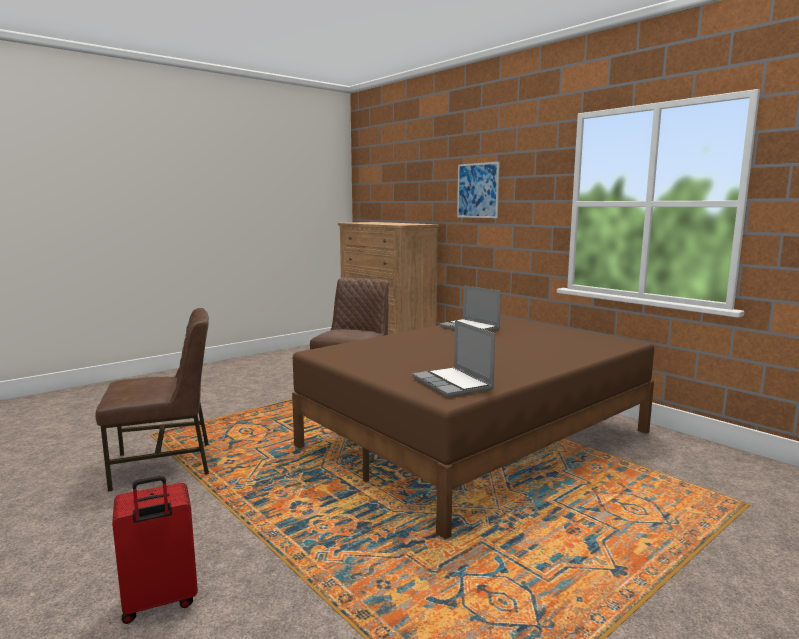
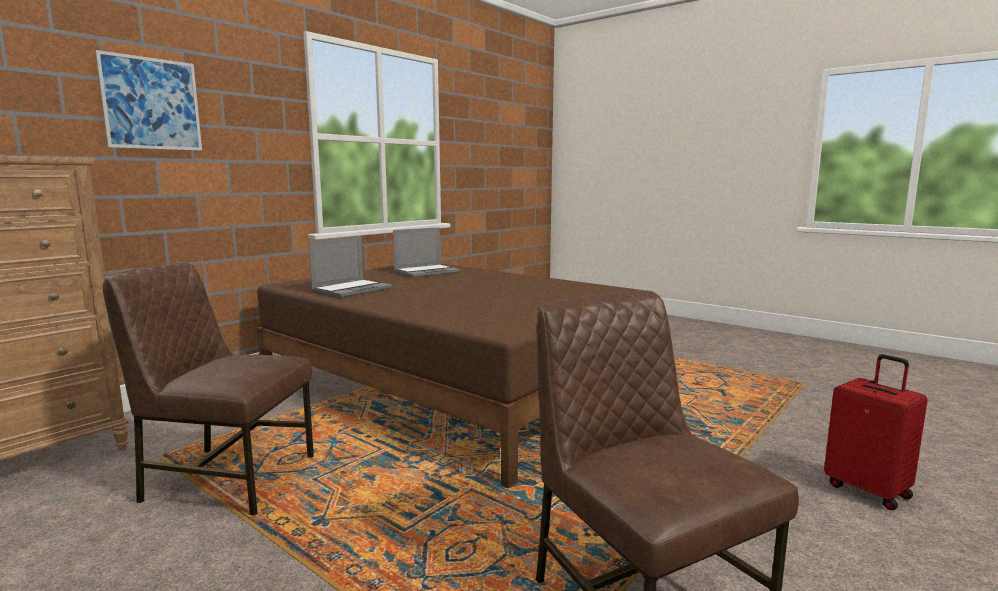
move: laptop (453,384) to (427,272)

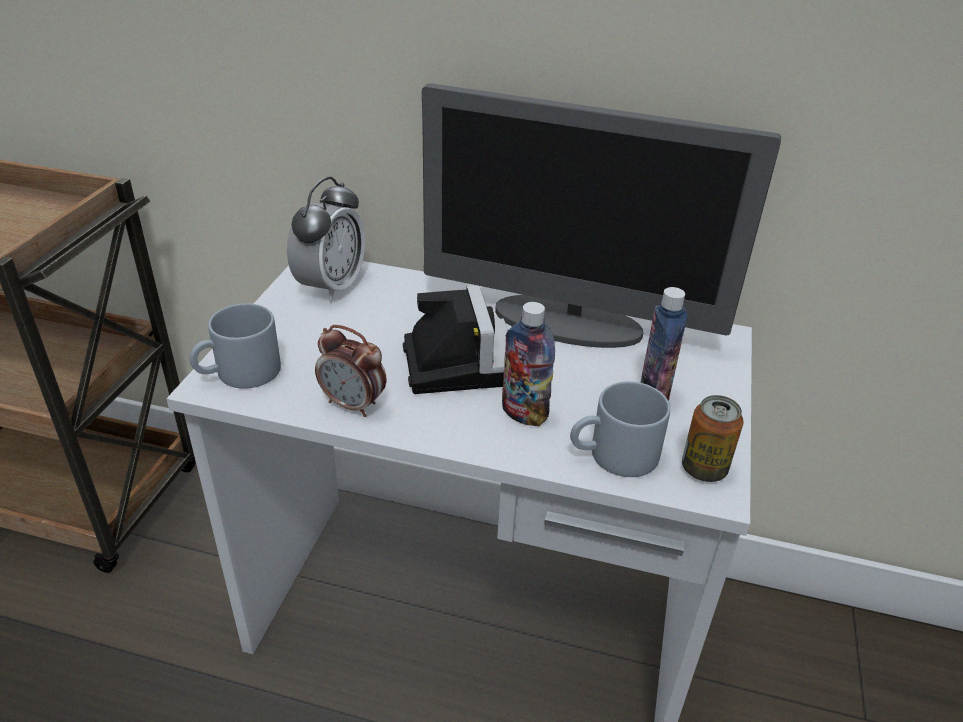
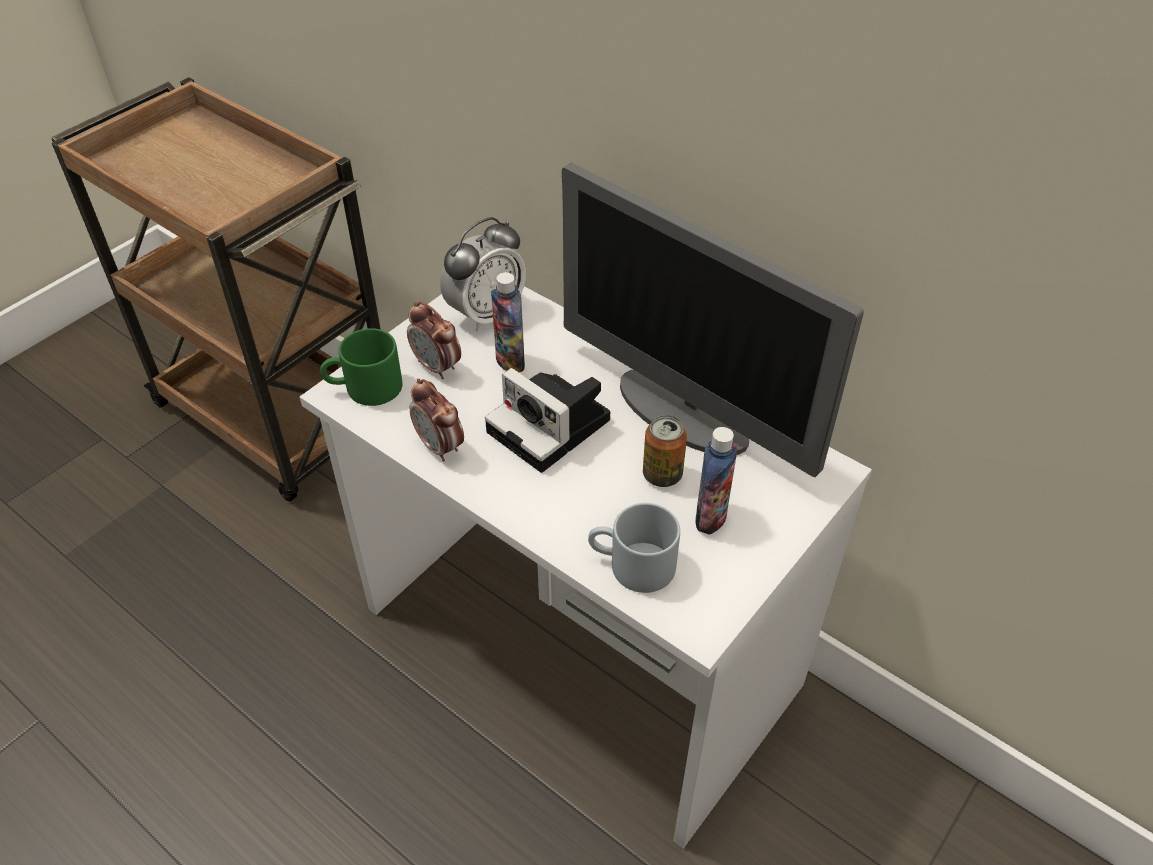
insert: alarm clock (437,367)
move: bottle (524,413) to (510,361); can (704,469) to (662,475)
recolor: grey mug (239,374) to green mug (364,389)
rotate: photo camera (457,361) = (553,427) 120 degrees clockwise

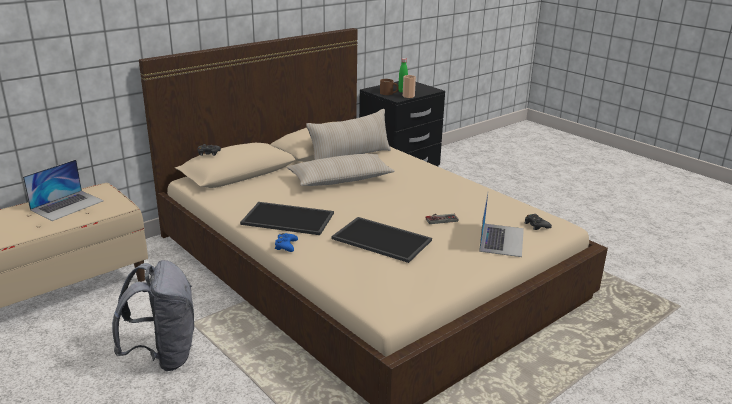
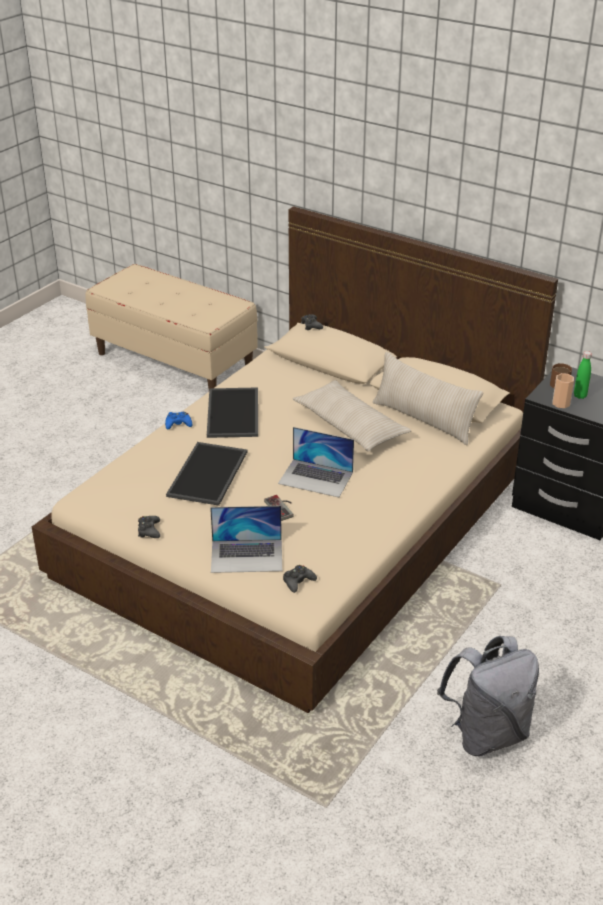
insert: black game controller (149,530)
move: laptop (67,205) to (316,478); grey backpack (163,355) to (486,733)

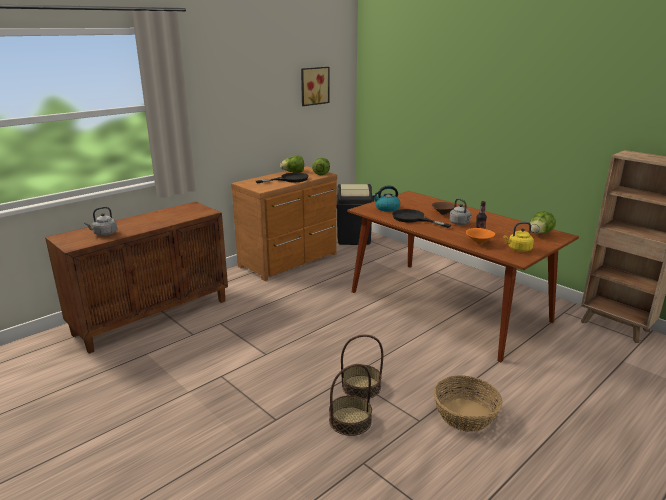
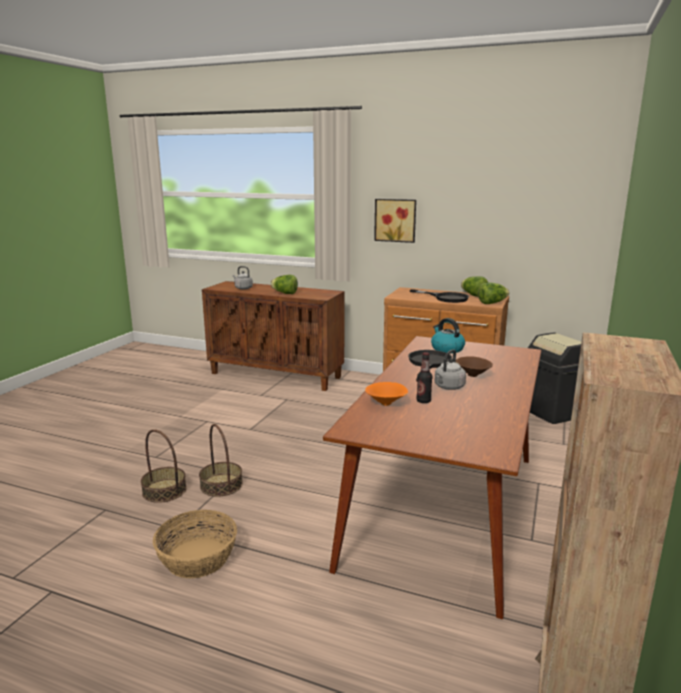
delete: yellow kettle (518,249)
move: picture (313,86) to (395,220); lettuce (539,234) to (285,293)

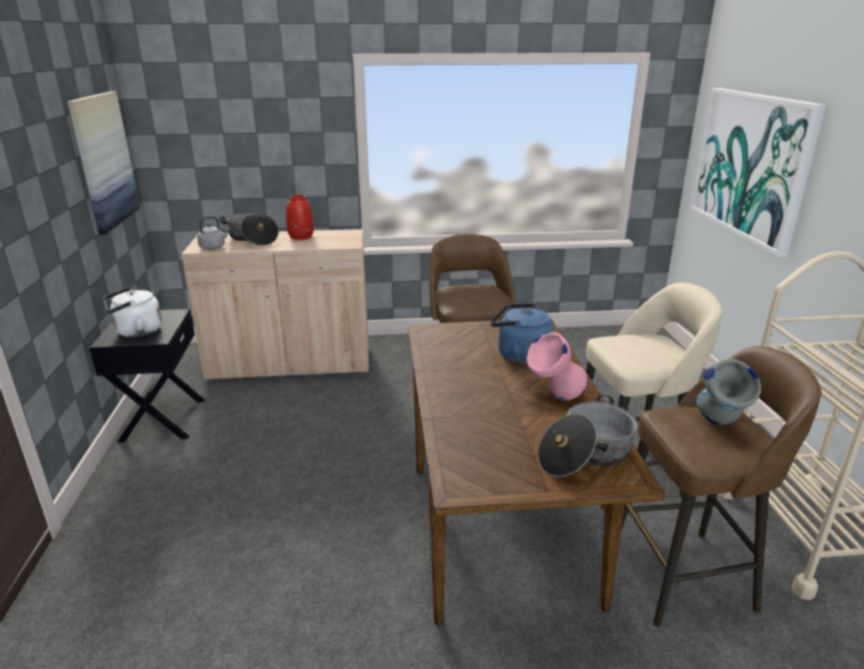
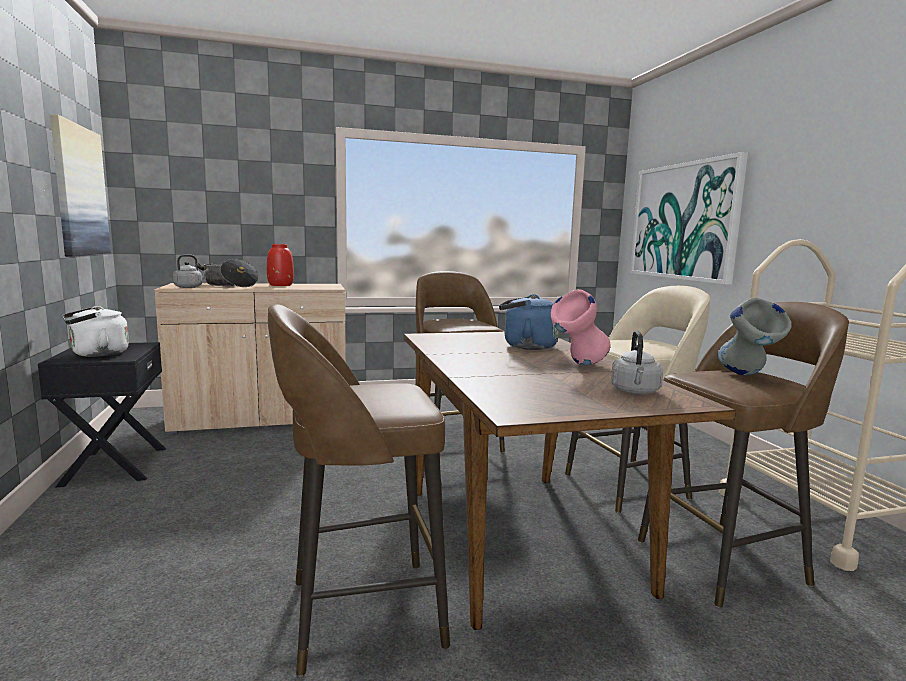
insert: brown stool (360,613)
replace: cooking pot (585,455) to grey kettle (635,392)

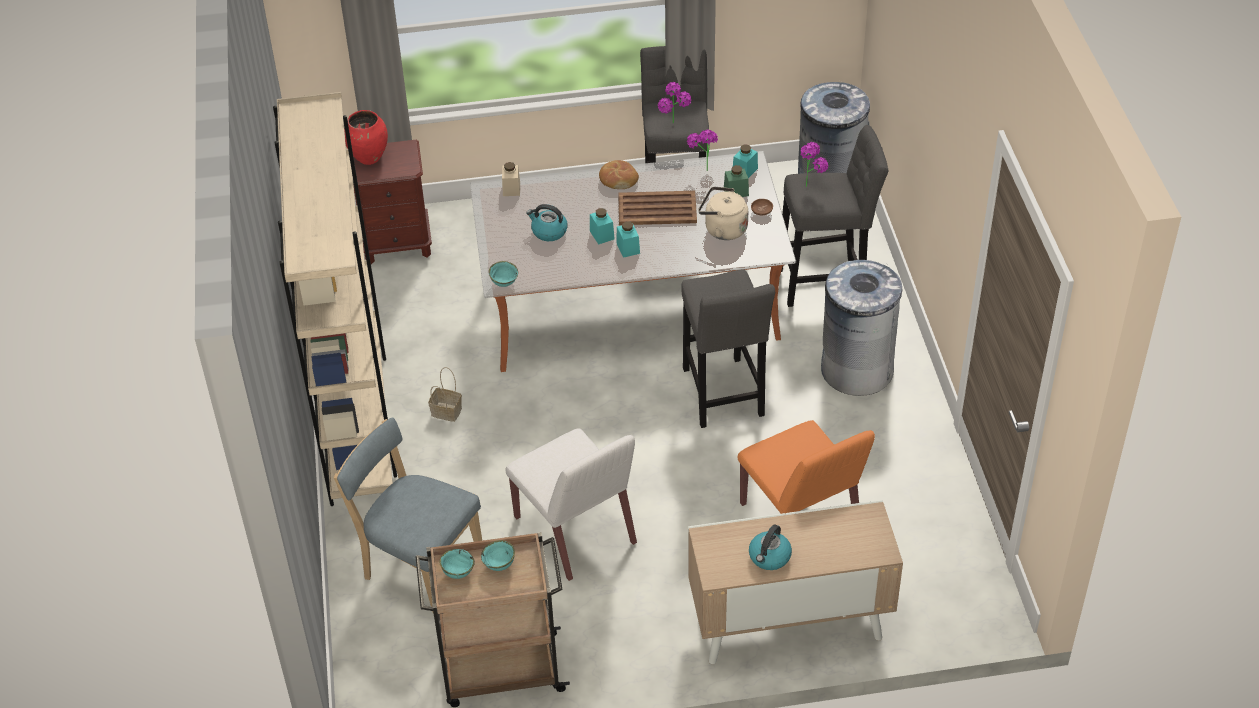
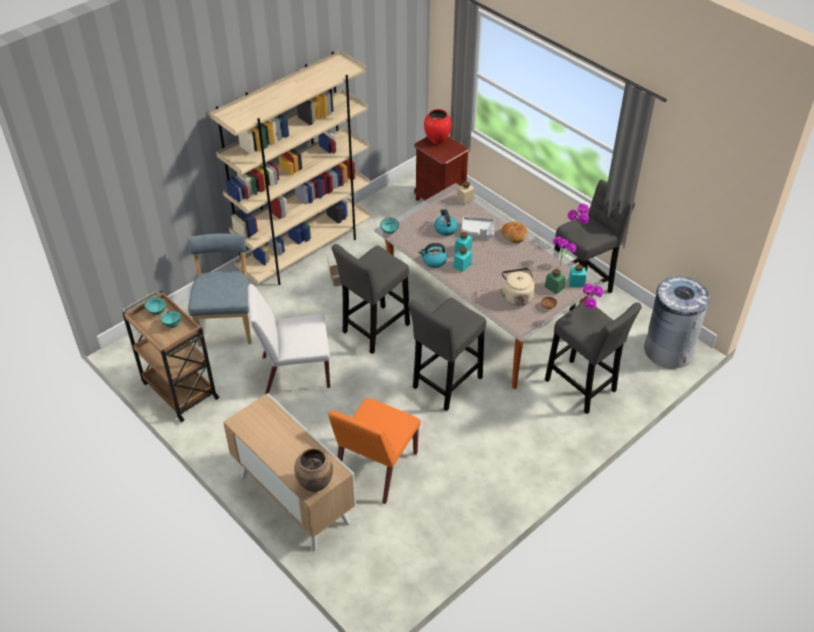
delete: brown tray (658,209); grey trash can (856,369)
insert: brown vase (315,484); grey stool (373,330); grey tray (478,231)
move: kettle (769,557) to (434,261)
rotate: white chair (576,531) = (294,372) 60 degrees clockwise

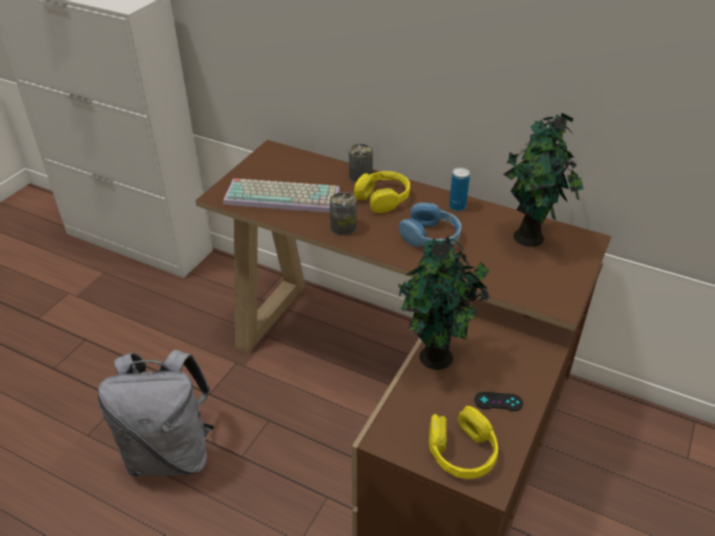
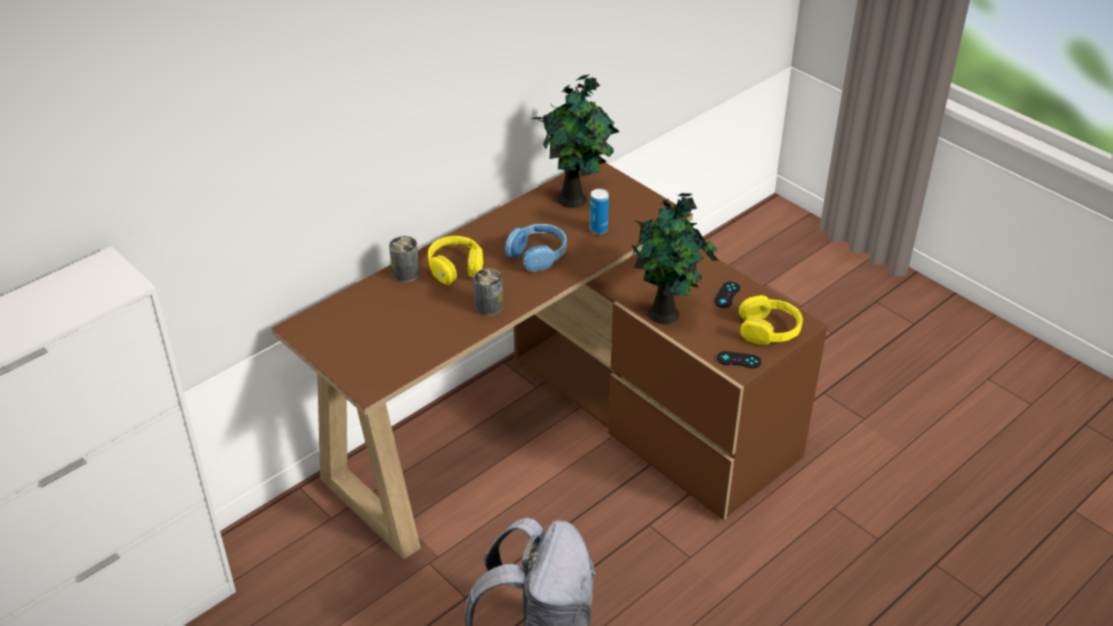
delete: keyboard (284,196)
insert: black game controller (738,360)
move: can (457,207) to (598,229)

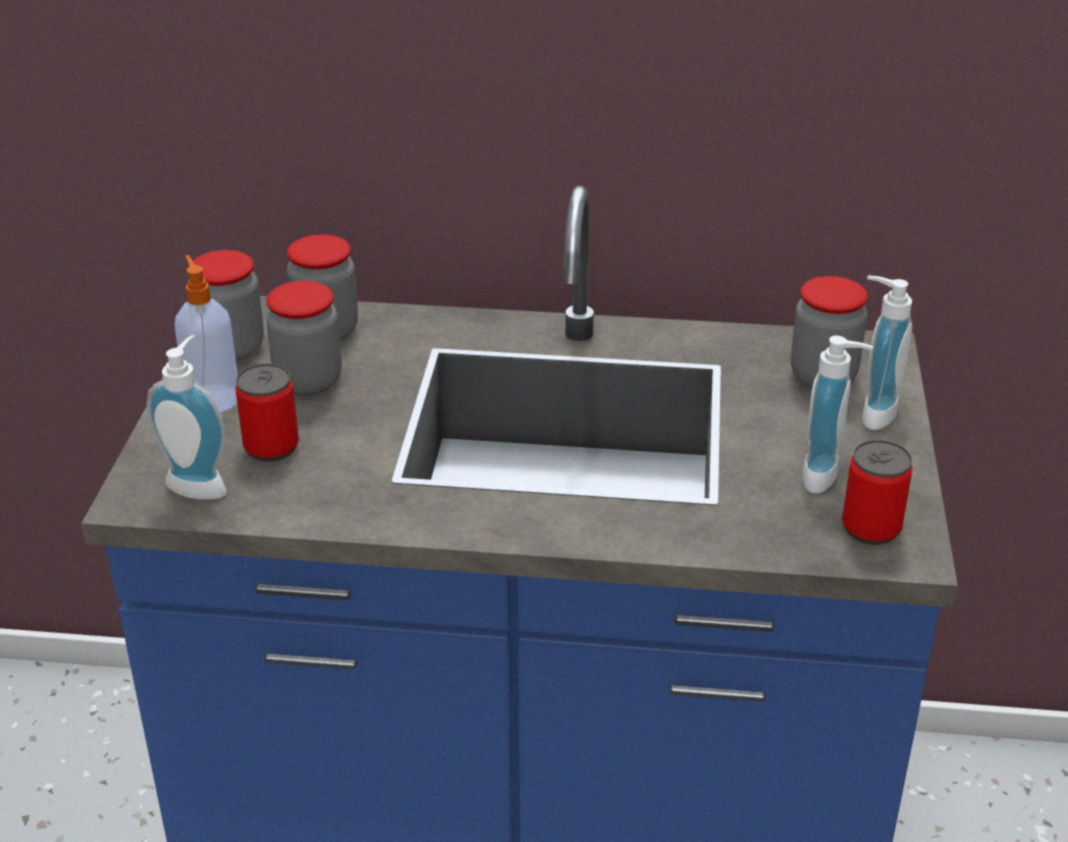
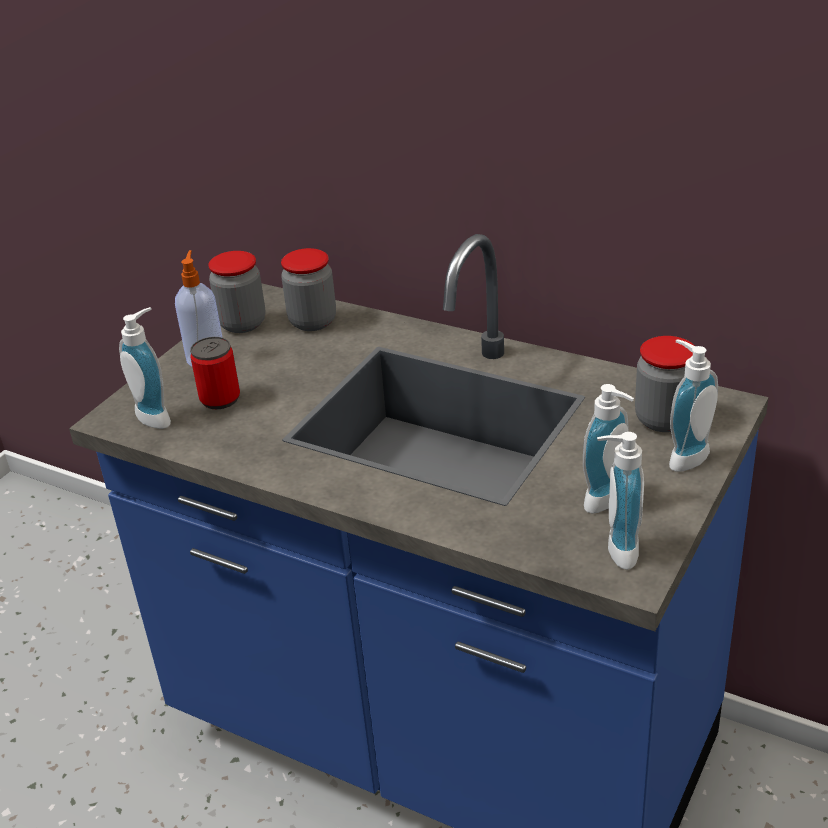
delete: jar (308,381)
replace: can (871,528) to soap dispenser (616,550)

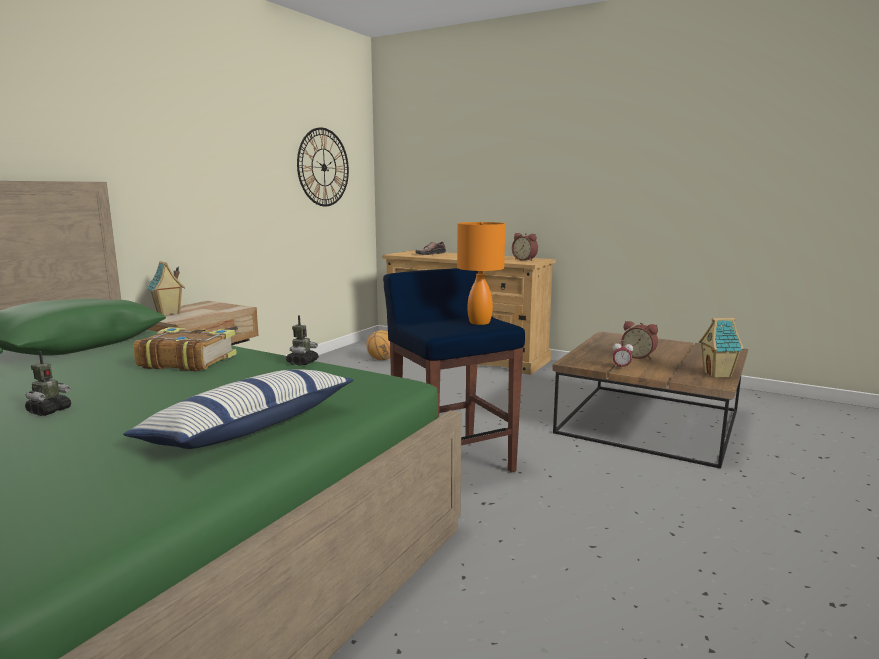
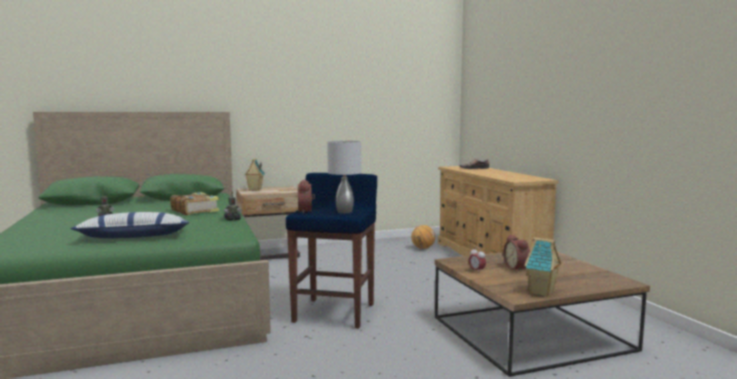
delete: wall clock (323,167)
move: alarm clock (525,260) to (306,211)
recolor: orange table lamp (479,322) to grey table lamp (345,212)

